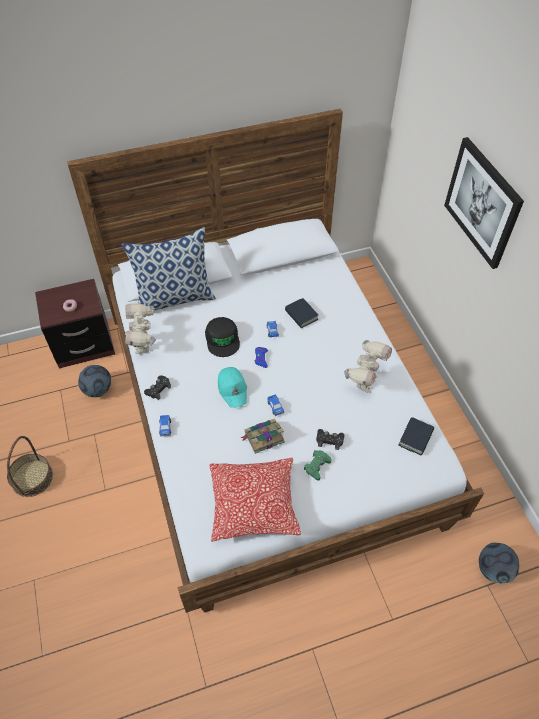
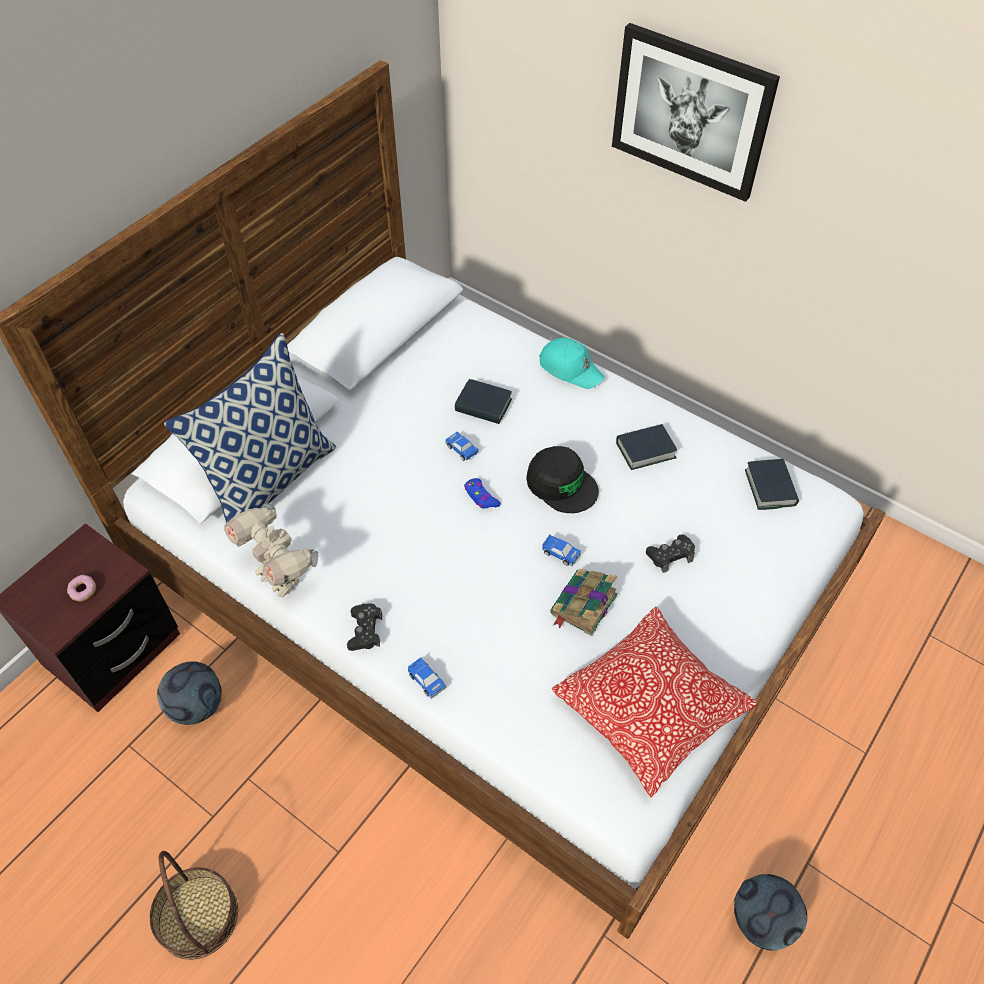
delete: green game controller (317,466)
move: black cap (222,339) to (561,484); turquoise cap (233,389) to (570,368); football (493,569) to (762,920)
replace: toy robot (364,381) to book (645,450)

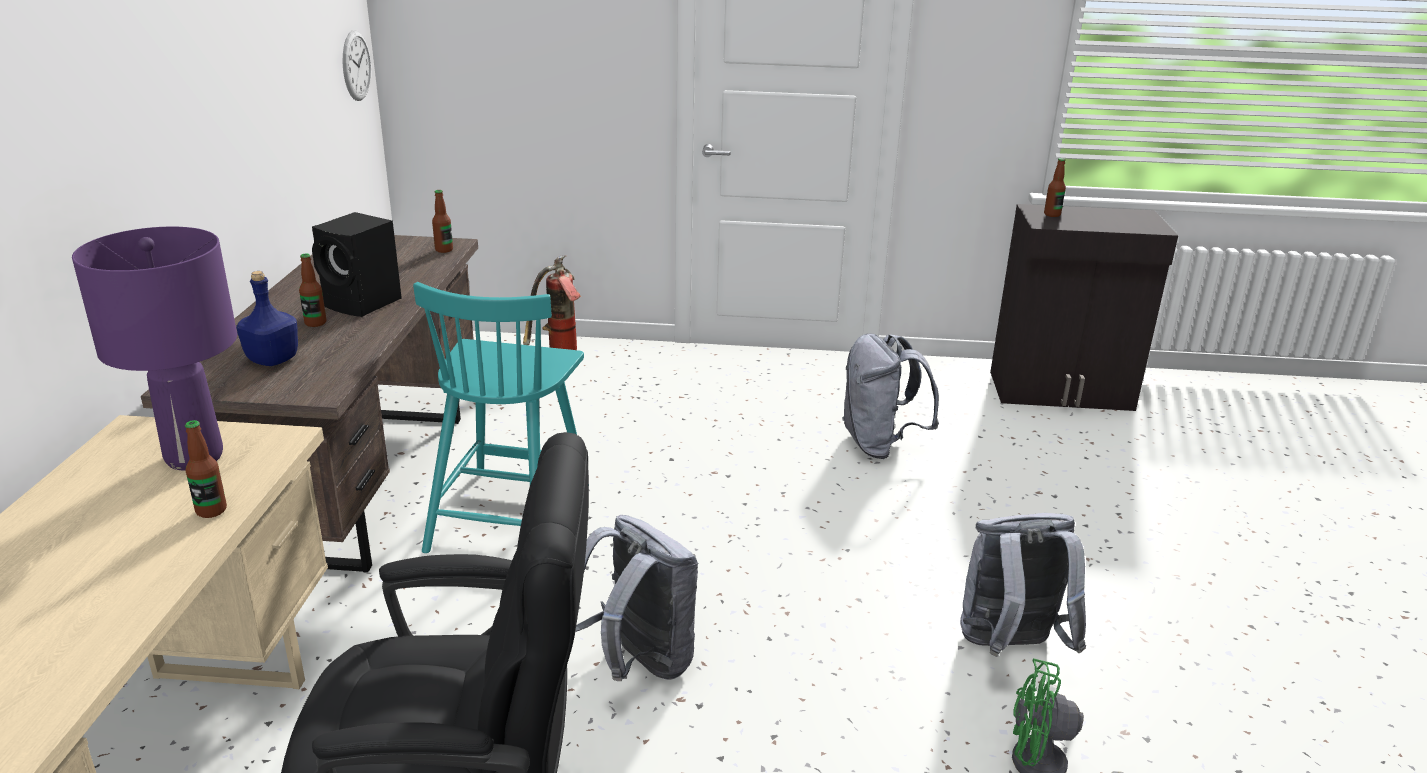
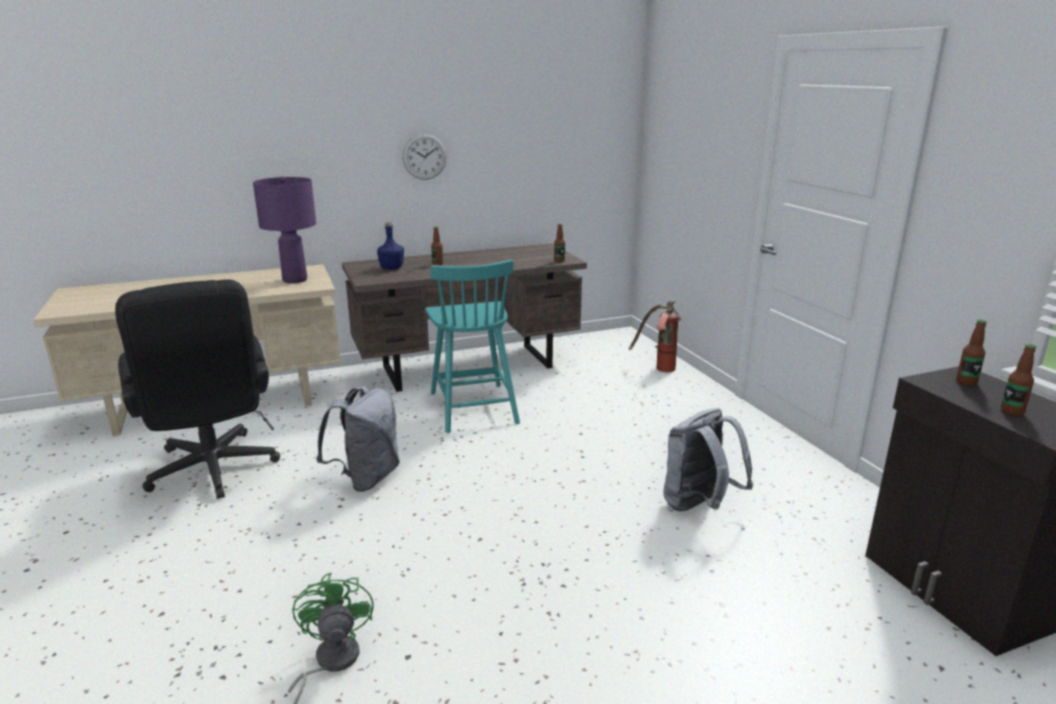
delete: black speaker (364,304); grey backpack (1009,648)
move: bottle (211,510) to (1012,411); wall clock (356,65) to (424,156)
rotate: turquoise chair (509,514) = (473,407) 90 degrees counterclockwise

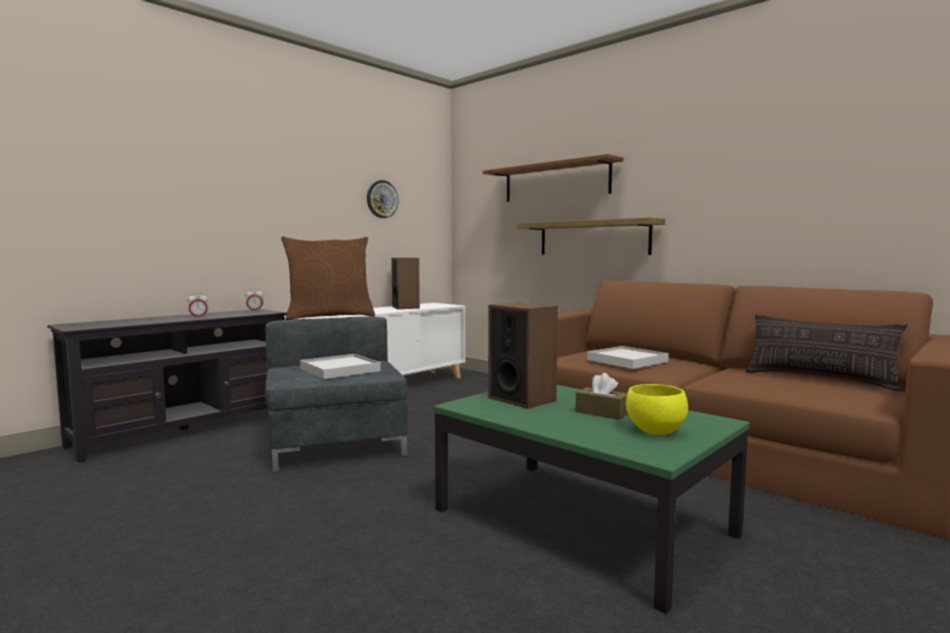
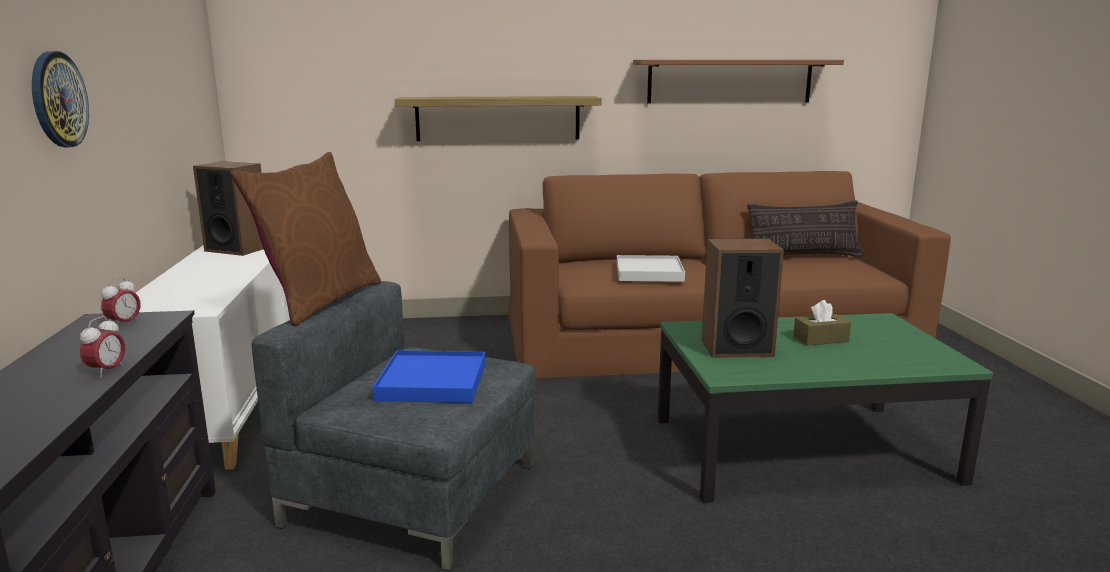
delete: yellow bowl (655,431)
move: wall clock (382,199) to (58,99); brown shelf (555,182) to (730,81)
recolor: white tray (339,370) to blue tray (432,382)

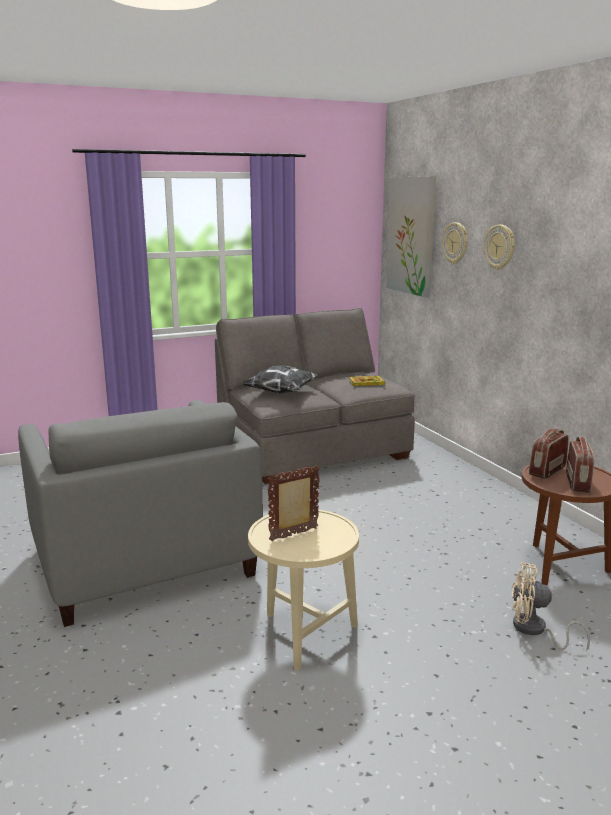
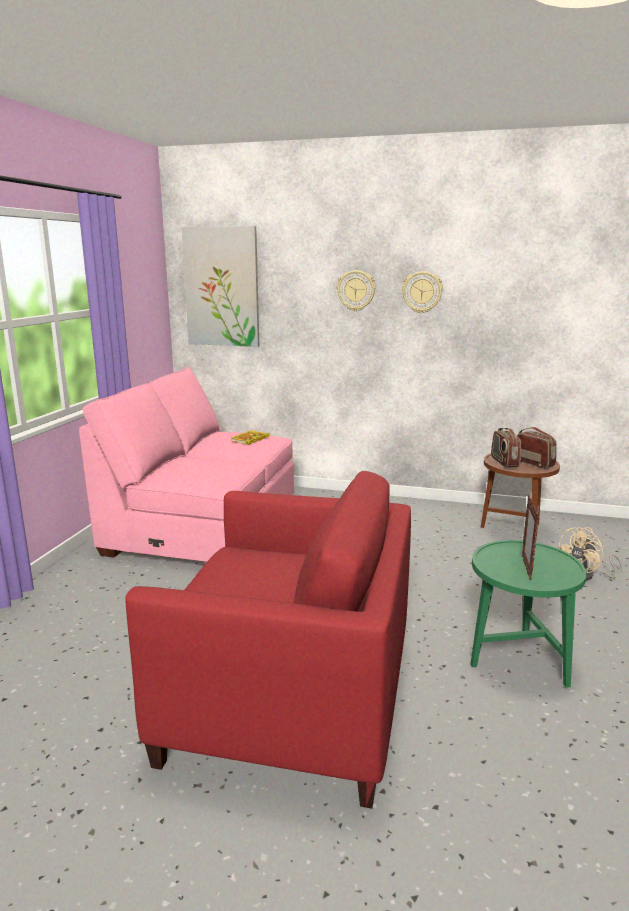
delete: pillow (282,393)
move: wall clock (455,243) to (422,292)
recolor: grey armchair (143,560) to red armchair (289,698); grey sofa (313,450) to pink sofa (204,526); beige side table (303,633) to green side table (516,661)

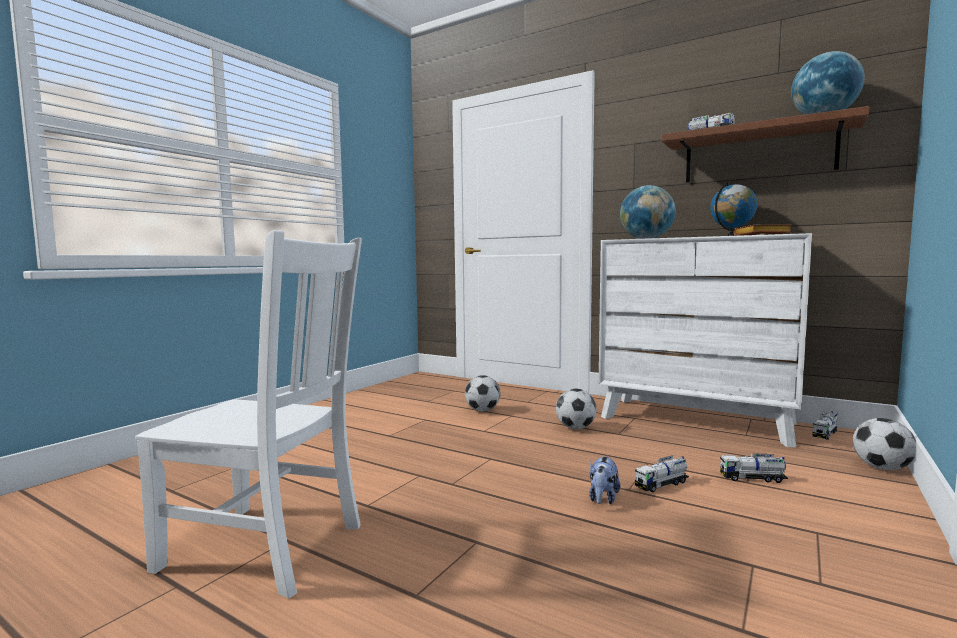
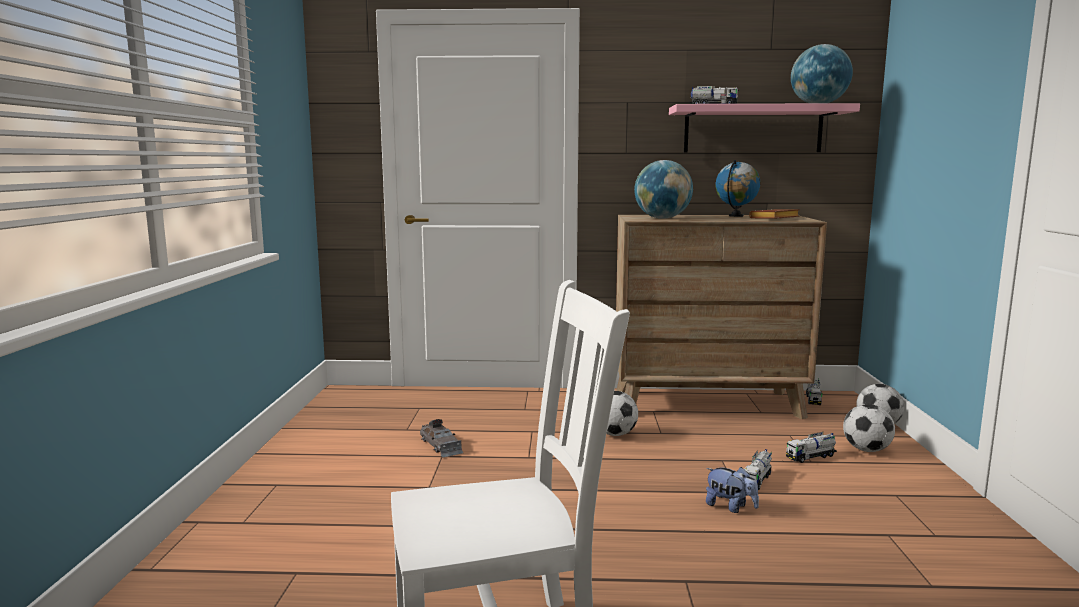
insert: grey toy car (441,445)
move: football (482,410) to (866,450)
recolor: white dresser (696,420) to brown dresser (707,403); brown shelf (758,154) to pink shelf (753,130)
rotate: plush toy (603,499) = (730,507) 45 degrees counterclockwise

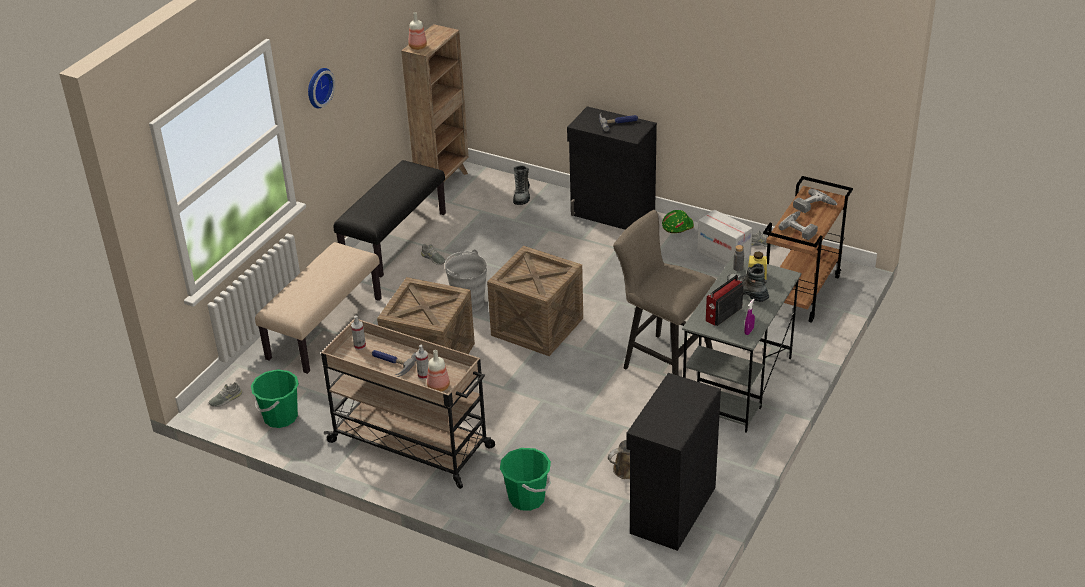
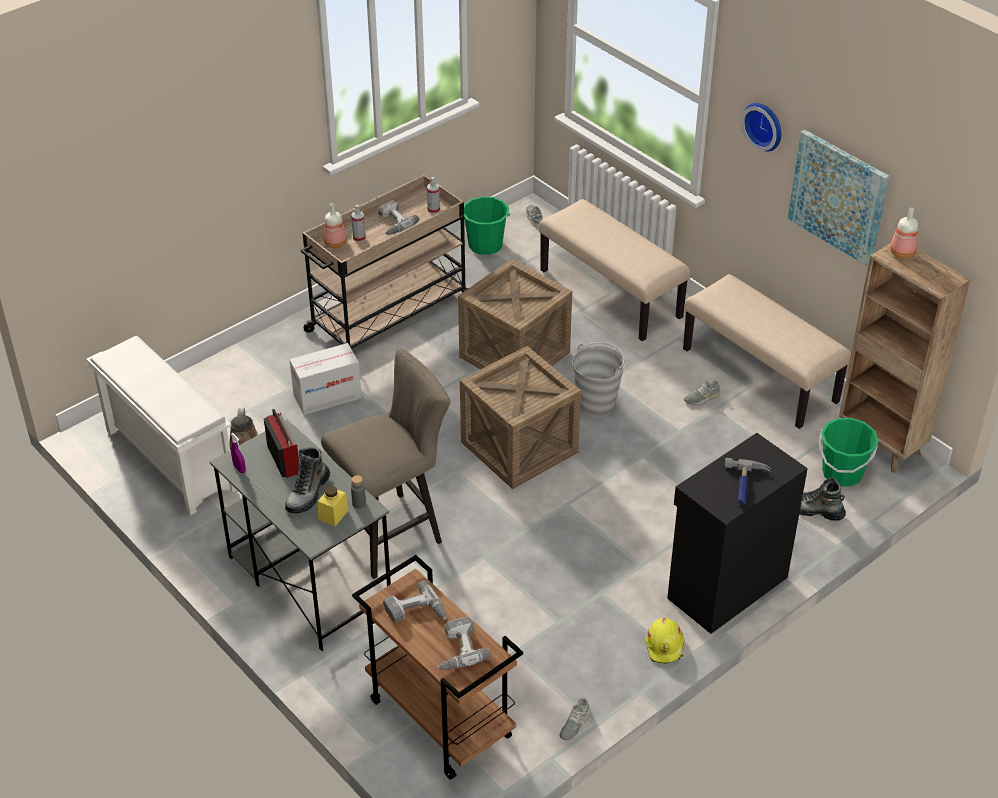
insert: picture (838,196)
move: green bucket (527,498) to (842,473); cardboard box (724,255) to (327,397)
replace: hammer (391,363) to power drill (392,223); black cabinet (671,510) to white shoe rack (168,459)
recolor: black bench (394,238) to beige bench (760,375); green hard hat (677,225) to yellow hard hat (665,646)
rotate: boot (747,292) = (308,493) 135 degrees clockwise

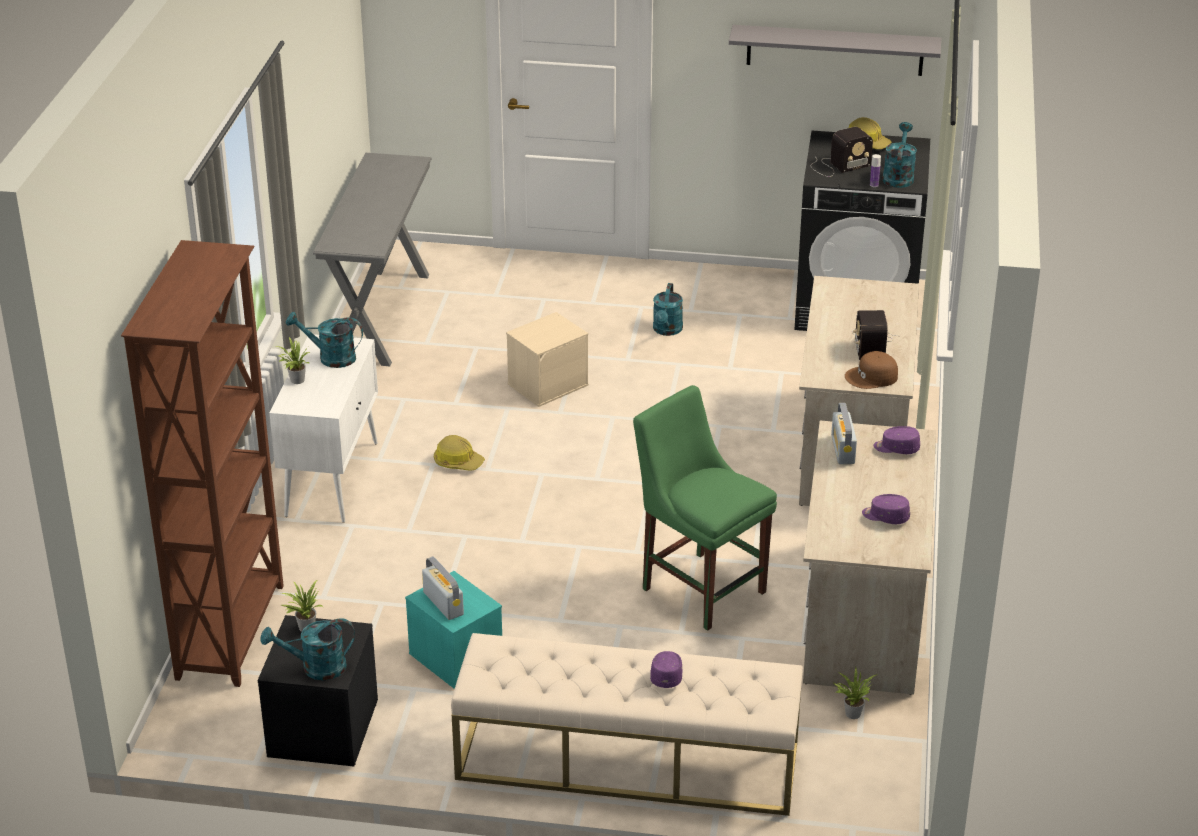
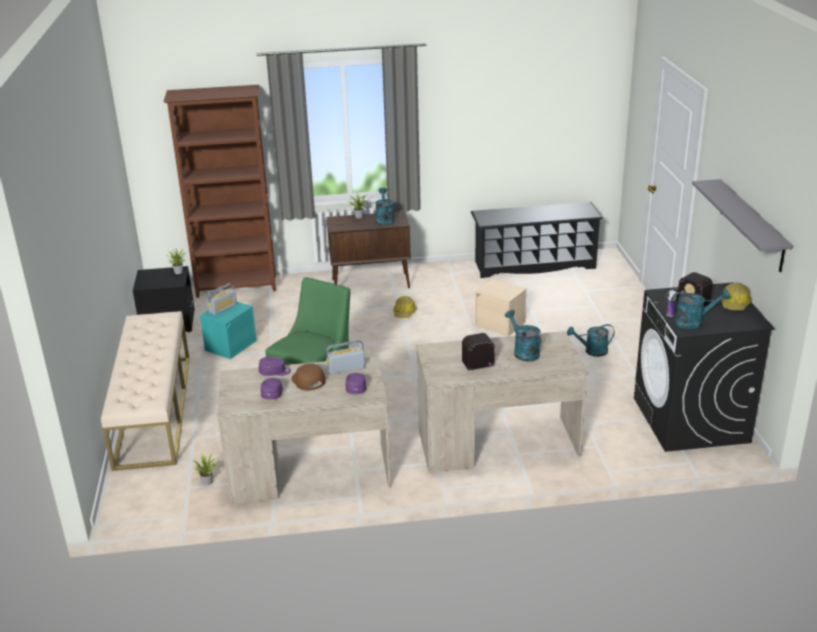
move: turquoise watering can (316,668) to (523,352); purple cap (667,675) to (275,372); brown cap (872,377) to (307,380)
replace: grey console table (382,316) to black shoe rack (534,265)
recolor: white cabinet (332,478) to brown cabinet (371,283)

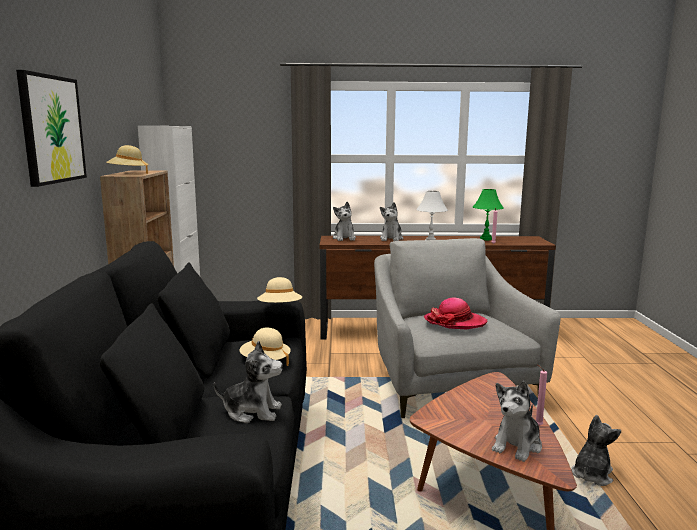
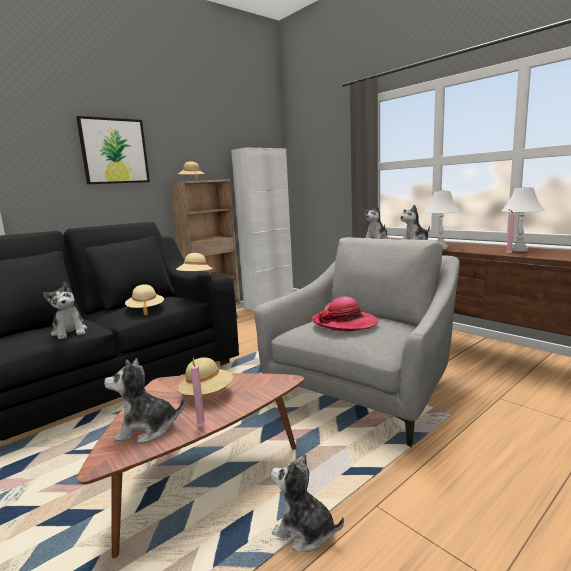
insert: beige hat (207,394)
recolor: green table lamp (485,239) to white table lamp (519,250)
rotate: plush toy (591,474) = (304,531) 150 degrees counterclockwise

